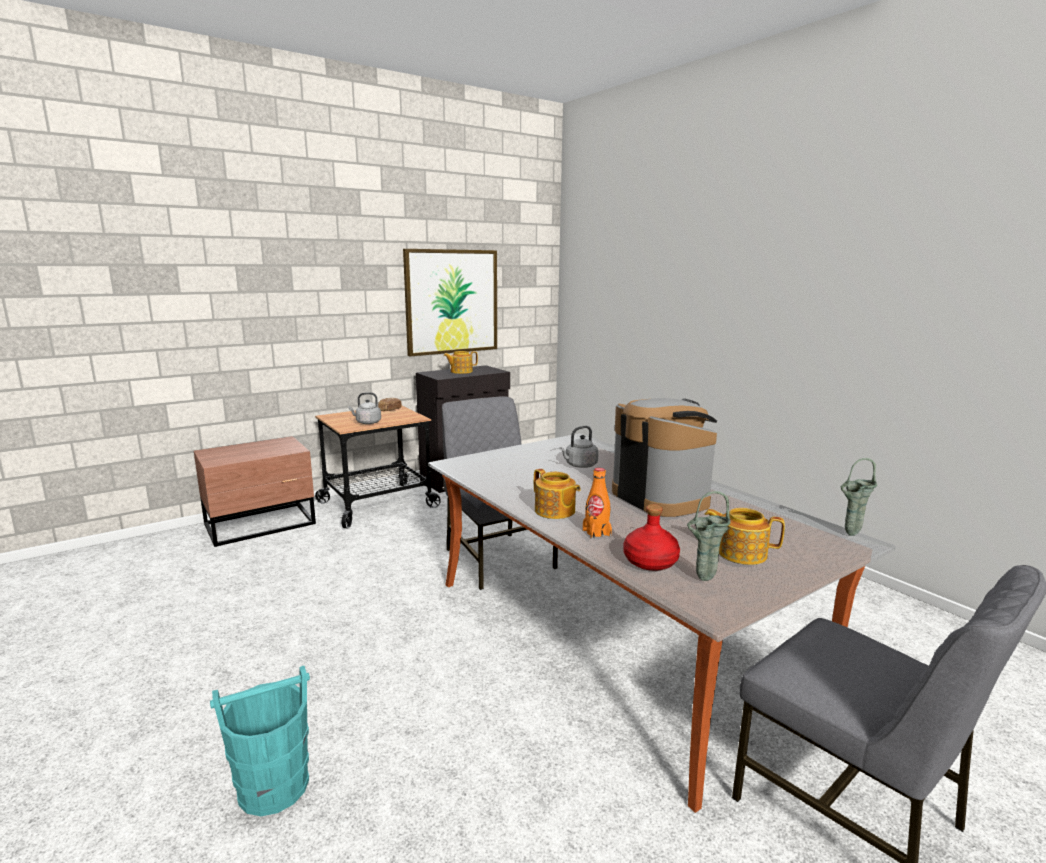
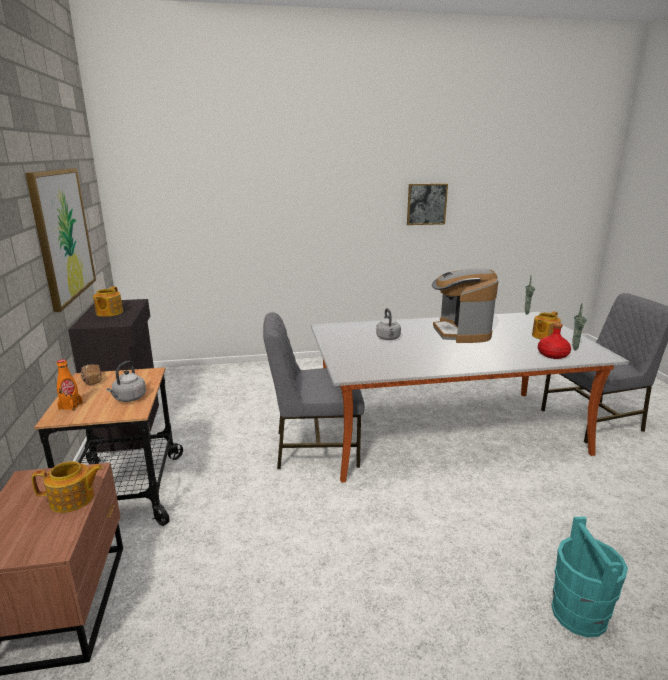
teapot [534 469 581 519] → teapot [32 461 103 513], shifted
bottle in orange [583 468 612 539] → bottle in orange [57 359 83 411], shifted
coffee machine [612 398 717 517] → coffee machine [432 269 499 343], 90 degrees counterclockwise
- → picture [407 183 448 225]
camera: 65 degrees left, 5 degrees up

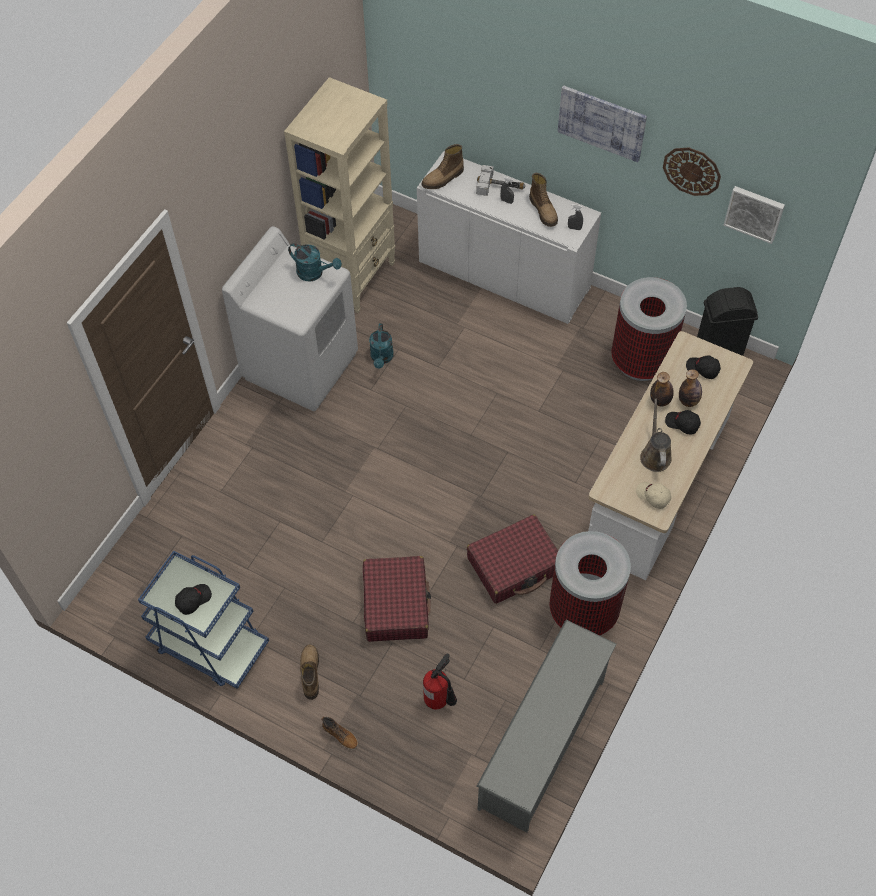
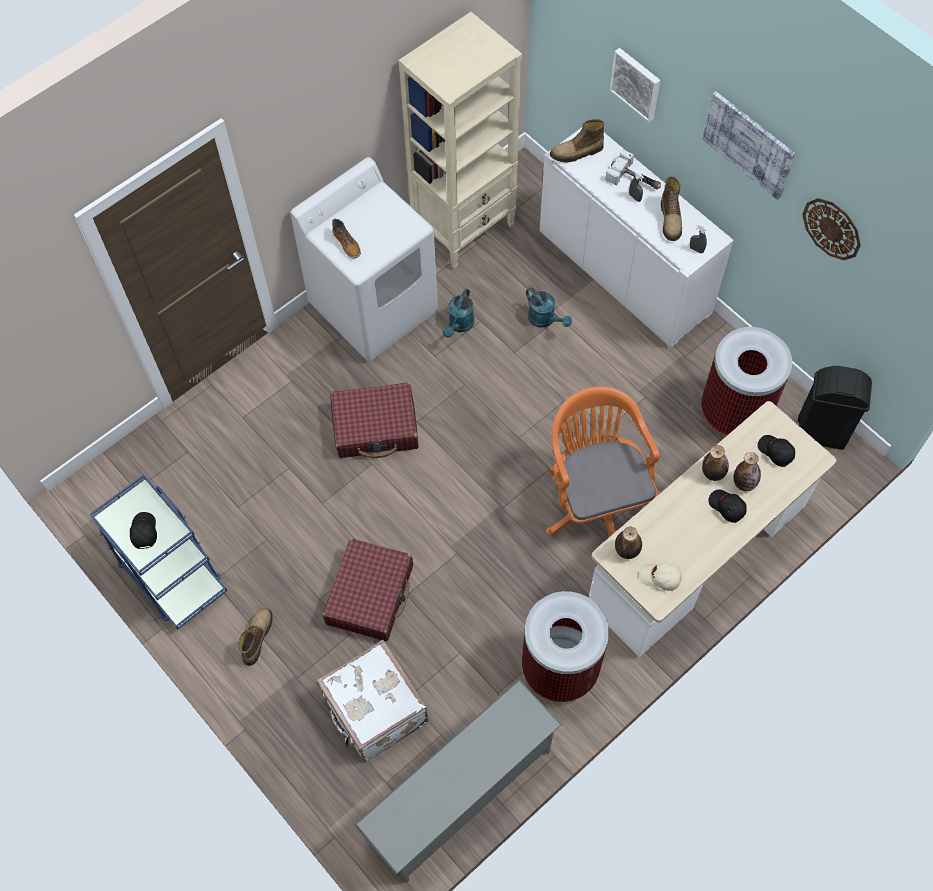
cap in black [175 584 212 615] → cap in black [130 512 157 549], 75 degrees counterclockwise
watering can in turquoise [288 243 342 281] → watering can in turquoise [526 288 572 328], shifted
boot [321 717 358 750] → boot [332 219 361 258], shifted
fire extinguisher [423 653 457 709] → suitcase in white [317 640 429 762]
suitcase in red [467 514 558 604] → suitcase in red [330 383 419 458], shifted
cap in beige [636 482 671 509] → cap in beige [640 563 682 591], 45 degrees counterclockwise
watering can in brown [640 399 672 472] → -
picture [724 186 785 244] → picture [610 48 660 122], shifted
- → office chair in orange [546 386 660 536]
- → bottle [615 526 642 559]
camera: 20 degrees right, 5 degrees up

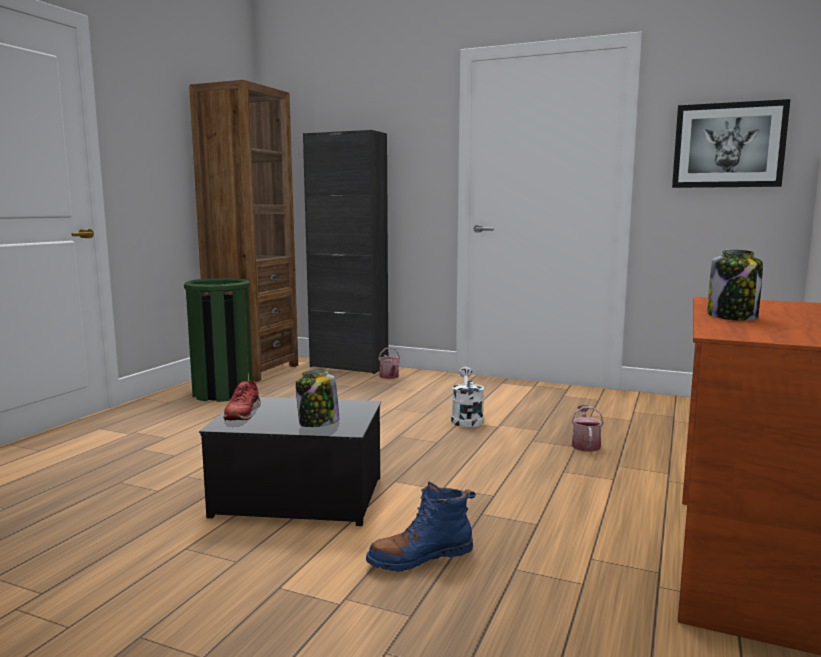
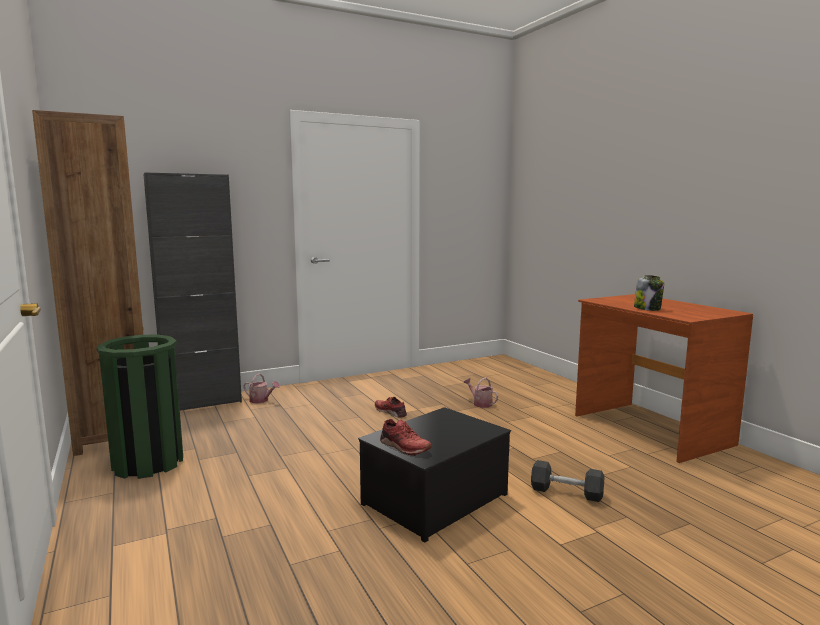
jar [296 370 339 427] → -
boot in blue [366 482 476 572] → dumbbell in grey [531 460 605 502]
watering can in white [451 367 484 427] → shoe in red [375 397 407 418]
picture [672 99 790 188] → -
camera: 50 degrees left, 0 degrees up

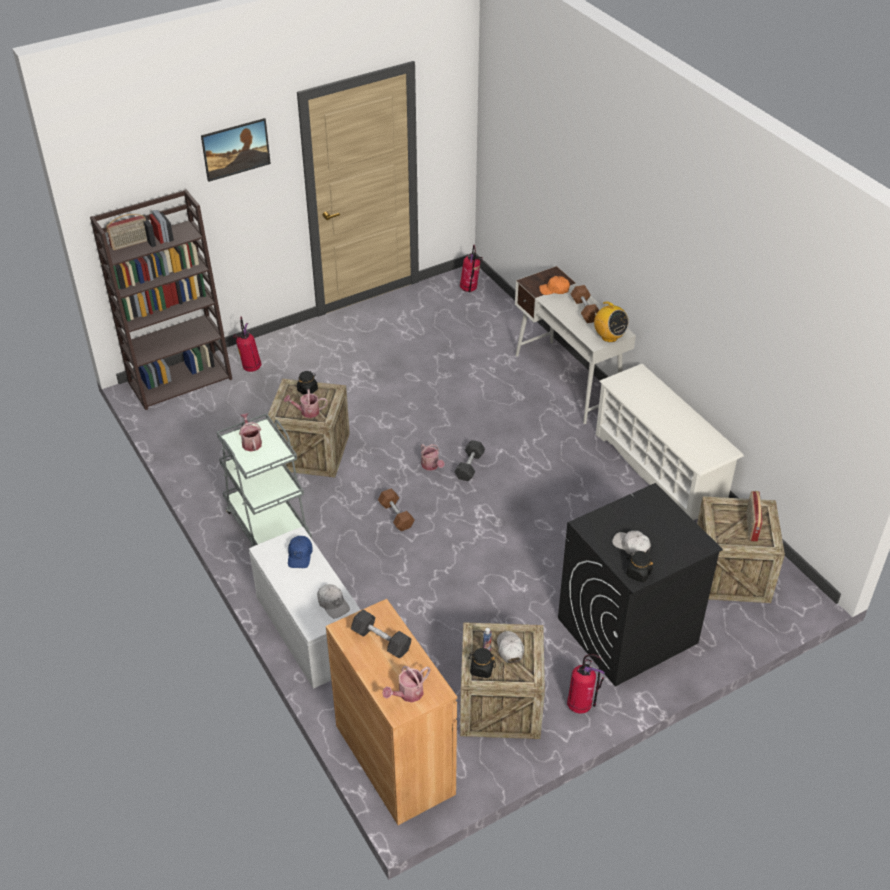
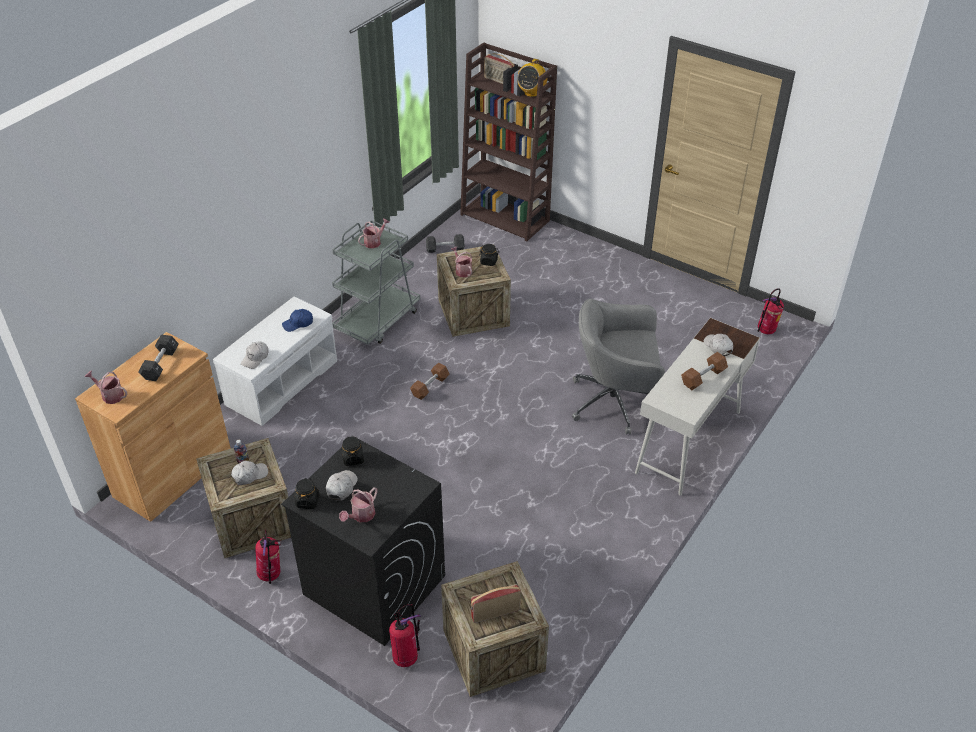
picture [201 118 271 182] → -
fire extinguisher [233 317 261 372] → fire extinguisher [389 604 421 667], shifted
watering can [421 444 444 471] → watering can [339 487 378 522], shifted
dumbbell in black [454 440 485 481] → dumbbell in black [426 234 465 253], shifted
jar in black [468 648 496 678] → jar in black [342 436 364 466], shifted
cap in orange [539 276 570 295] → cap in white [704 334 733 357]
radio [594 302 629 342] → radio [518 59 547 97], shifted
shoe rack in white [596 364 744 520] → -
- → office chair in grey [572 299 665 435]
camera: 65 degrees right, 0 degrees up

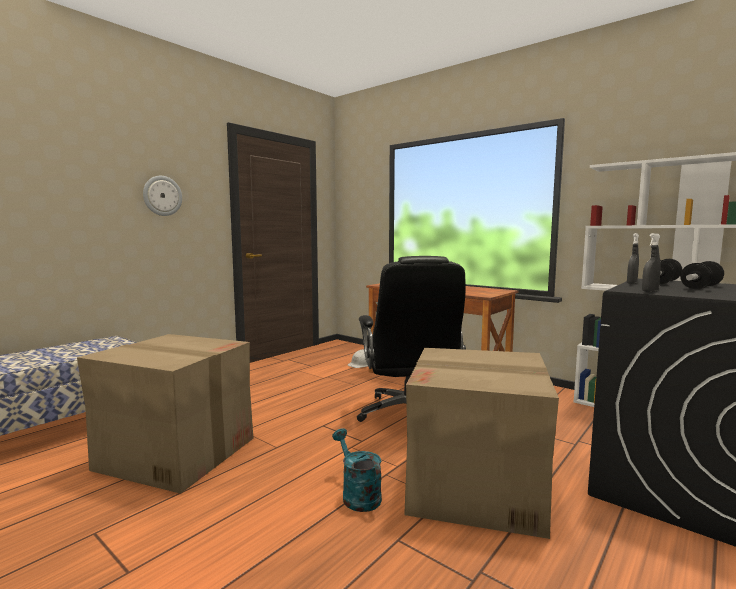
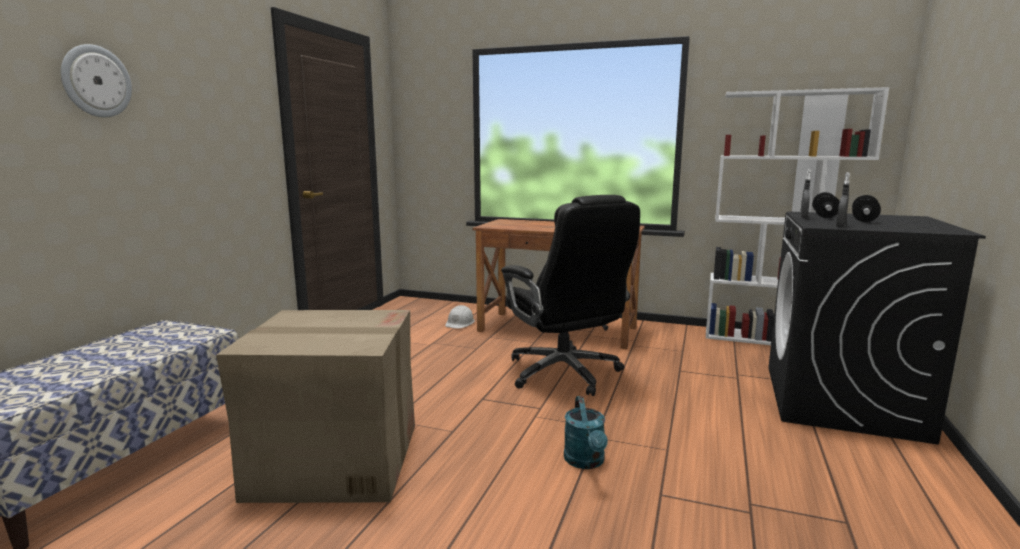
wall clock [143 176 182 216] → wall clock [61 44 132 117], shifted
watering can in turquoise [332 428 382 512] → watering can in turquoise [564 396 608 469], 135 degrees counterclockwise
cardboard box [404 348 559 539] → -
camera: 20 degrees left, 5 degrees up

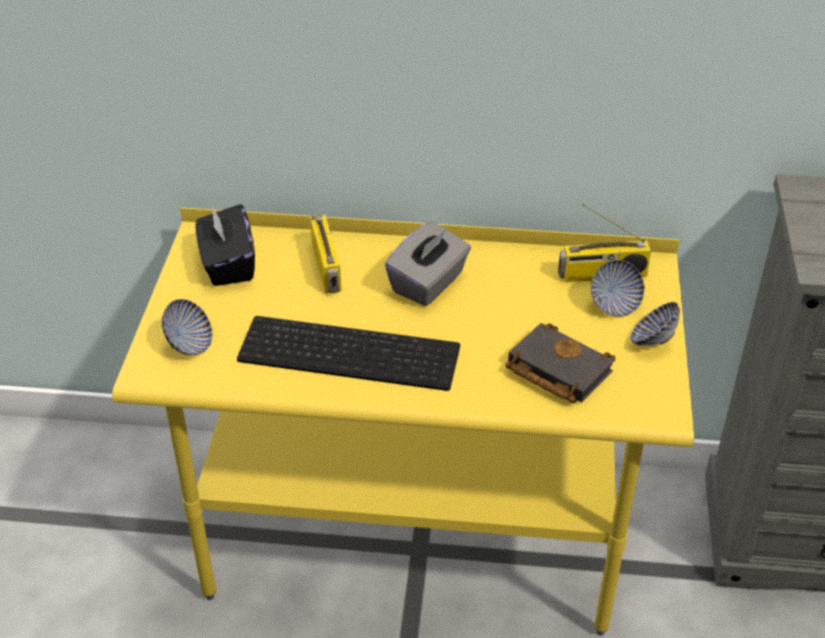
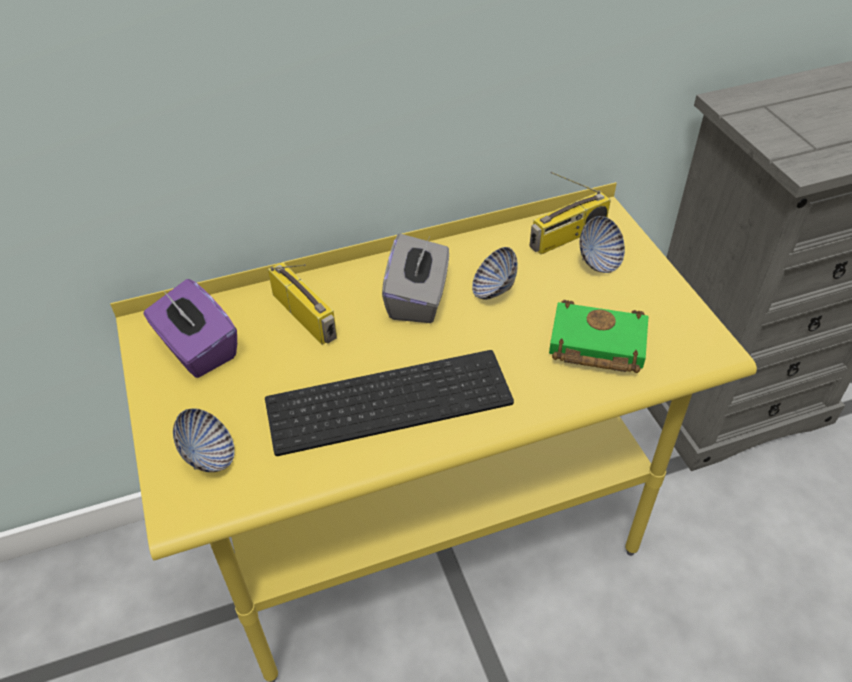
tissue box in black [195 204 255 286] → tissue box in purple [143 279 237 378]
book in black [505 323 616 404] → book in green [549 300 648 373]
bowl [630 302 680 346] → bowl [472 247 517 300], shifted
camera: 25 degrees left, 5 degrees up

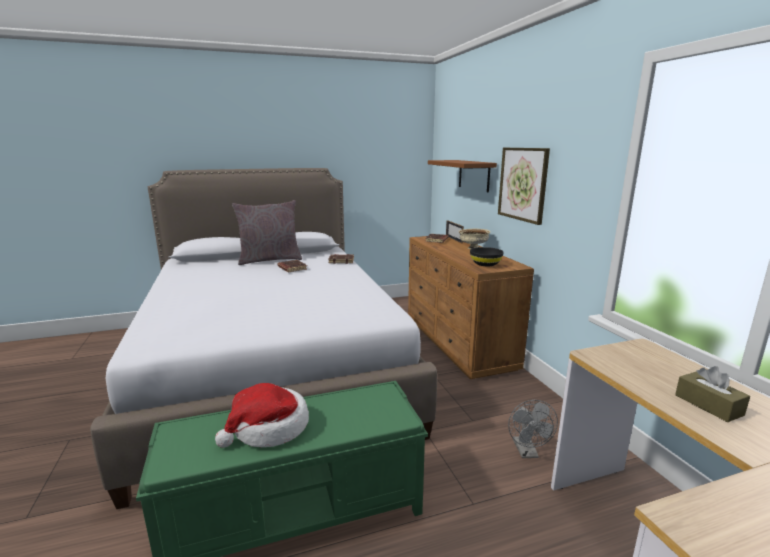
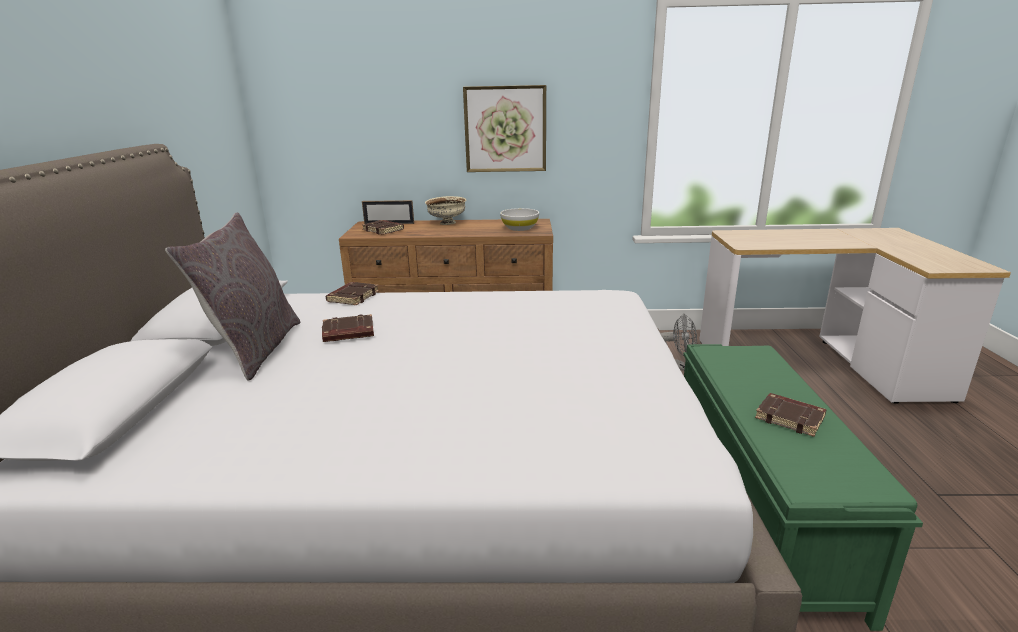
hat [215 383 309 448] → book in brown [755 393 826 437]
shelf in brown [428 160 497 193] → -
bowl in black [470 247 504 266] → bowl in white [500 208 539 231]
tissue box in brown [675 366 750 422] → -
camera: 70 degrees left, 5 degrees up

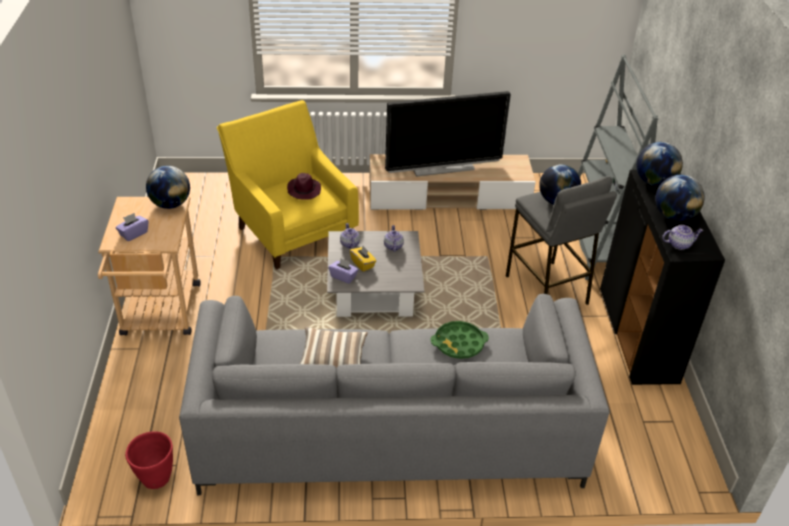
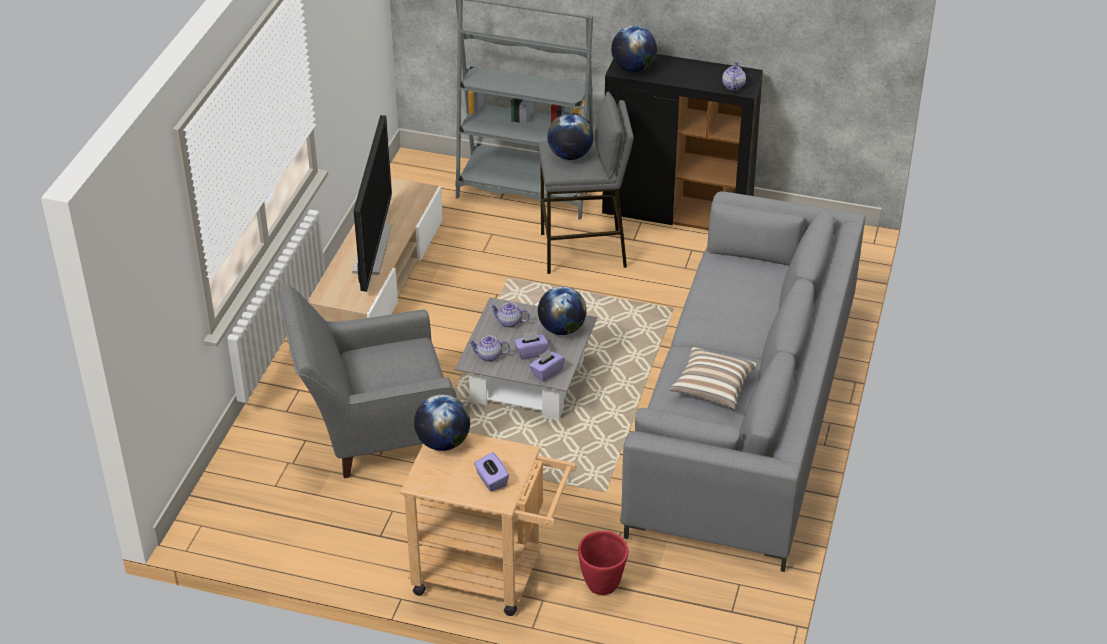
planter in red [125 431 173 489] → planter in red [578 531 628 595], shifted
armchair in yellow [217 100 359 269] → armchair in grey [276 285 457 478]
hat in purple [287 173 321 200] → -
tissue box in yellow [350 246 376 272] → tissue box in purple [514 331 549 360]
tray in green [430 321 489 359] → -
globe [655 175 705 221] → globe [538 286 587 335], shifted
camera: 70 degrees left, 0 degrees up

